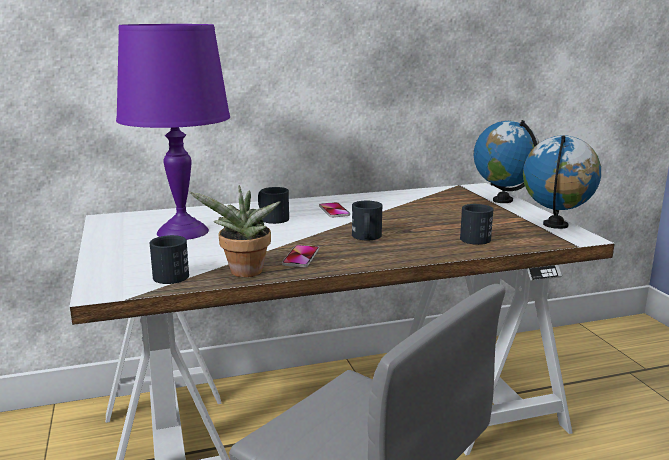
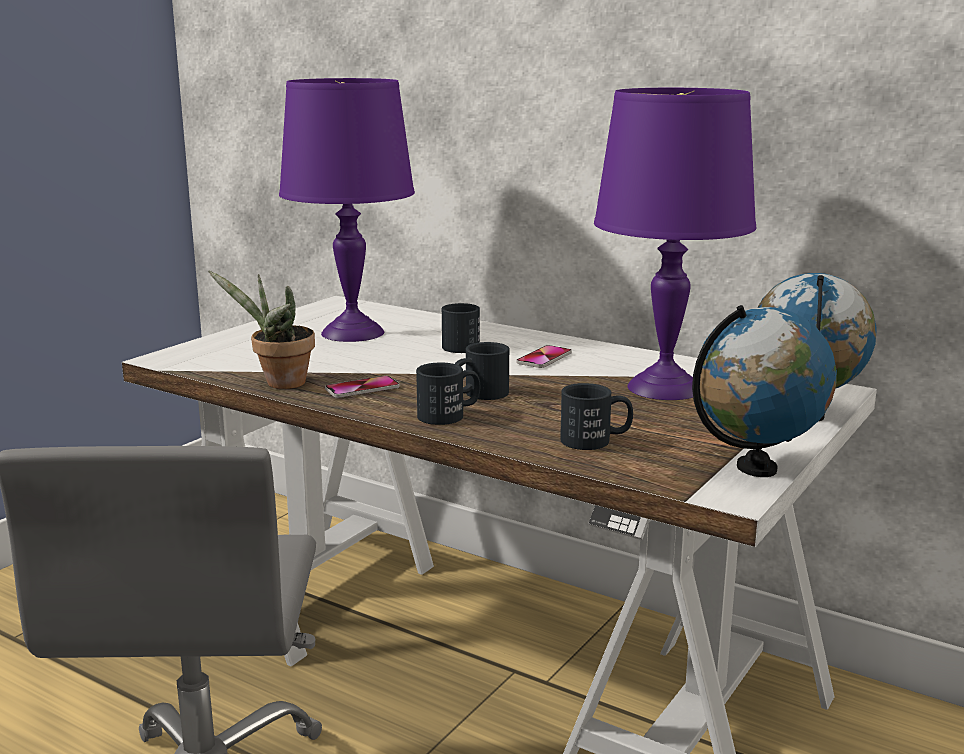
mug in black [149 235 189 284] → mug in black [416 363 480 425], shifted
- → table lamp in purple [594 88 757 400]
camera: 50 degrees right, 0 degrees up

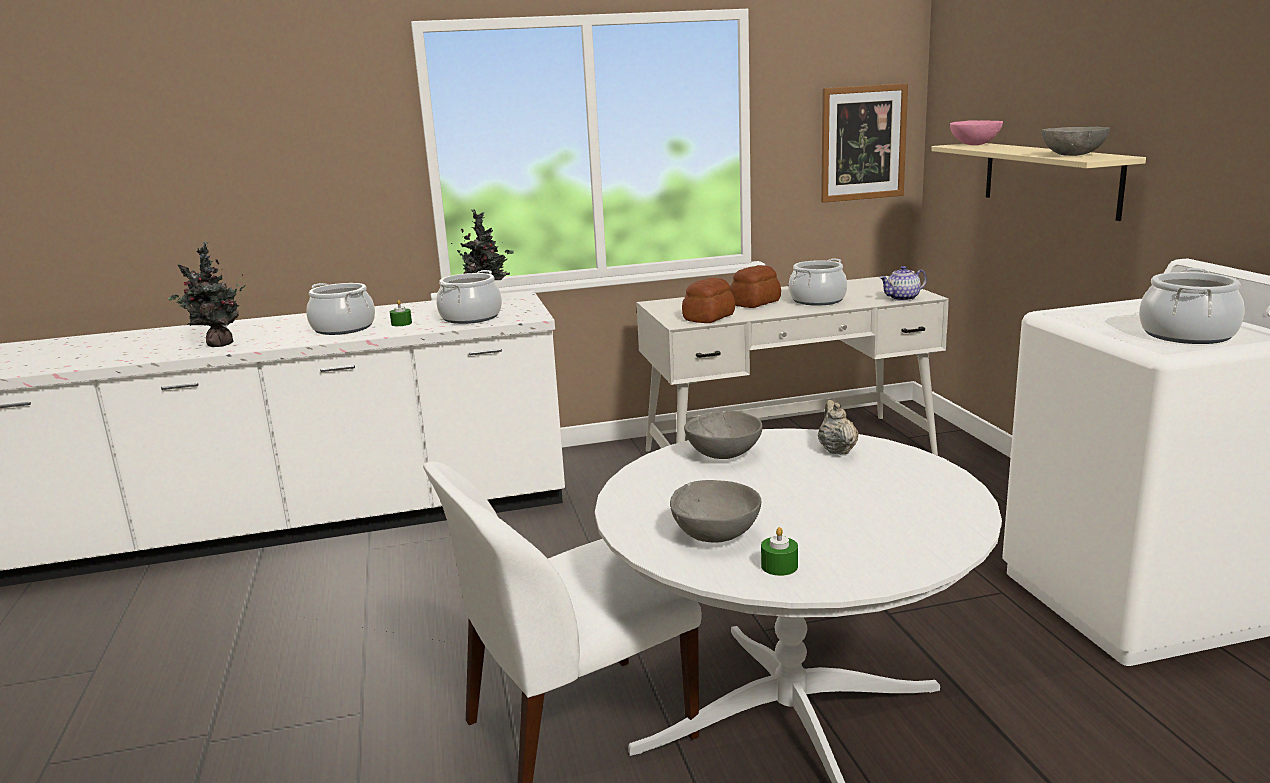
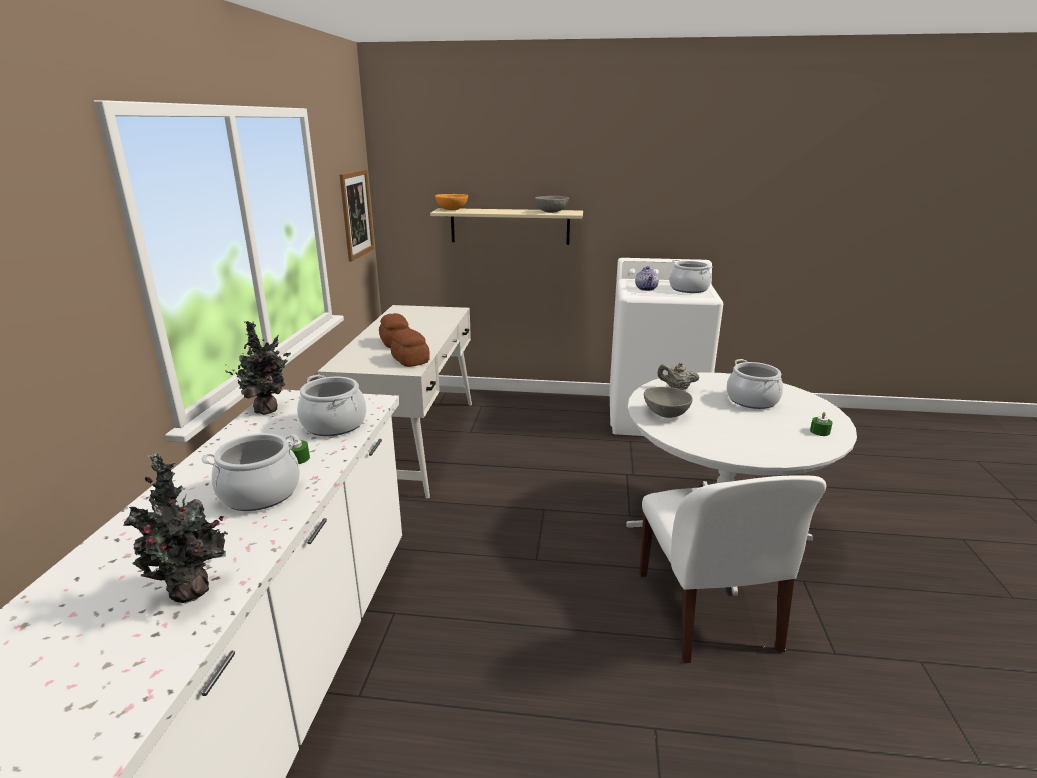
bowl in grey [670 480 761 543] → -
cooking pot [789 258 847 306] → cooking pot [726 359 783 409], shifted
teapot [880 266 927 301] → teapot [635 266 659 291], shifted
bowl in pink [950 120 1003 145] → bowl in orange [435 194 468 210]
camera: 70 degrees left, 5 degrees up

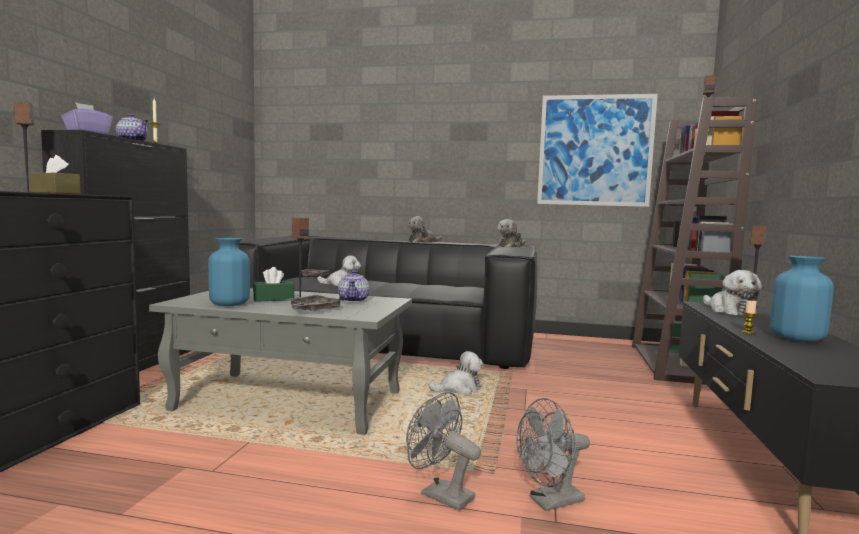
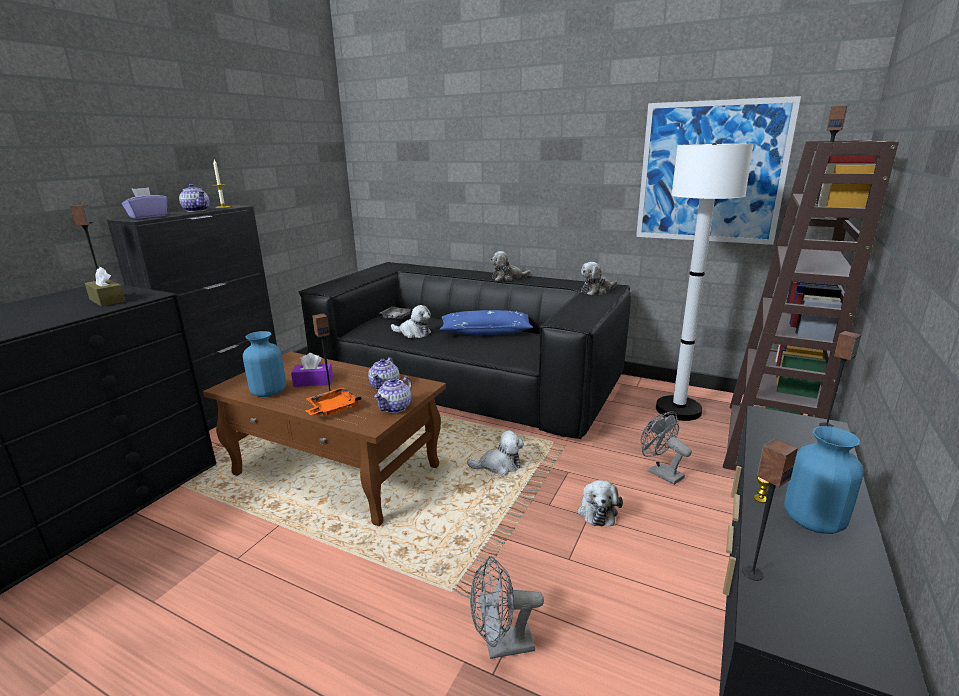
coffee table in grey [149 288 412 435] → coffee table in brown [203 352 446 526]
tissue box in green [253 267 295 302] → tissue box in purple [291 353 333 387]
tray in grey [286 295 344 311] → tray in orange [305 387 361 416]
fan in grey [406 392 481 511] → fan in grey [641 411 692 485], shifted
plush toy [703 270 762 316] → plush toy [577 480 623 526], shifted
- → teapot [374 376 412 413]
- → pillow in blue [439 310 533 335]
- → floor lamp in white [656 143 754 421]
- → speaker [742 439 798 581]
camera: 15 degrees right, 15 degrees up

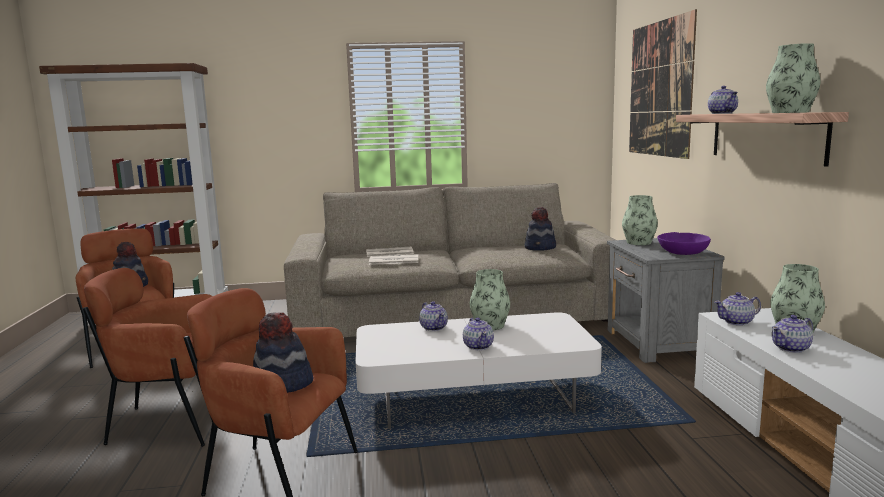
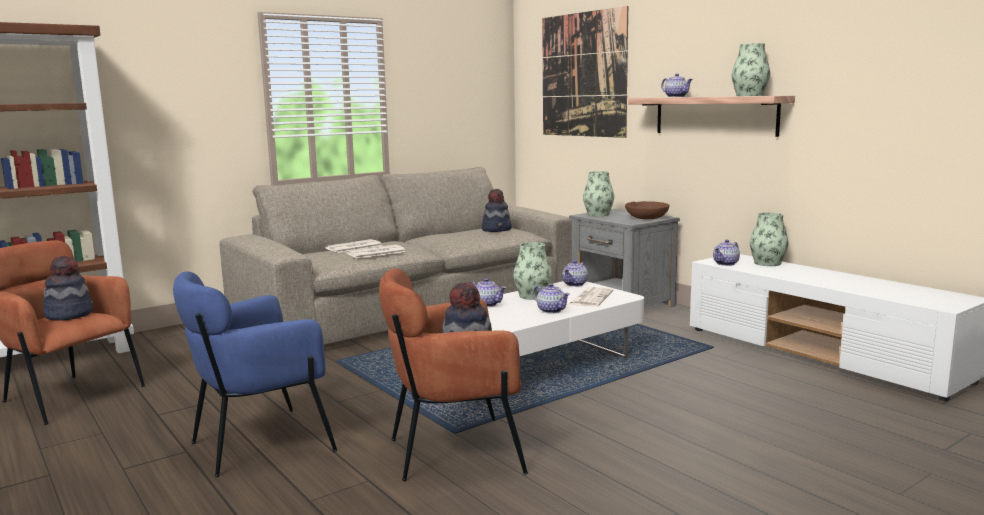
armchair in brown [83 268 212 447] → armchair in blue [173 271 337 477]
bowl in purple [657 232 711 255] → bowl in brown [625 201 669 220]
teapot [772 315 813 353] → teapot [562 260 588 287], shifted
- → newspaper [569 287 613 307]
camera: 30 degrees left, 0 degrees up

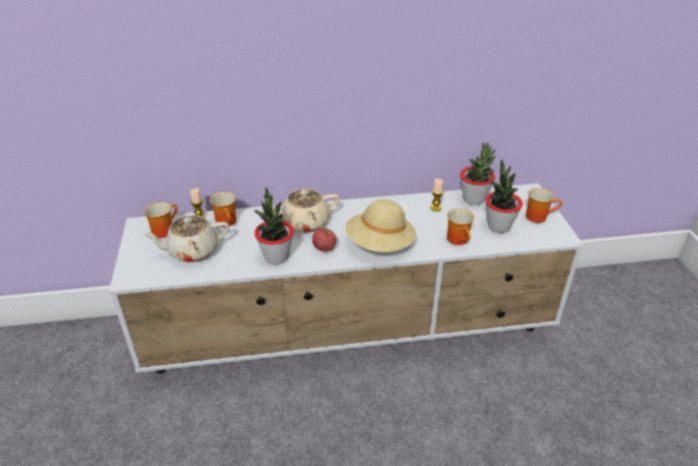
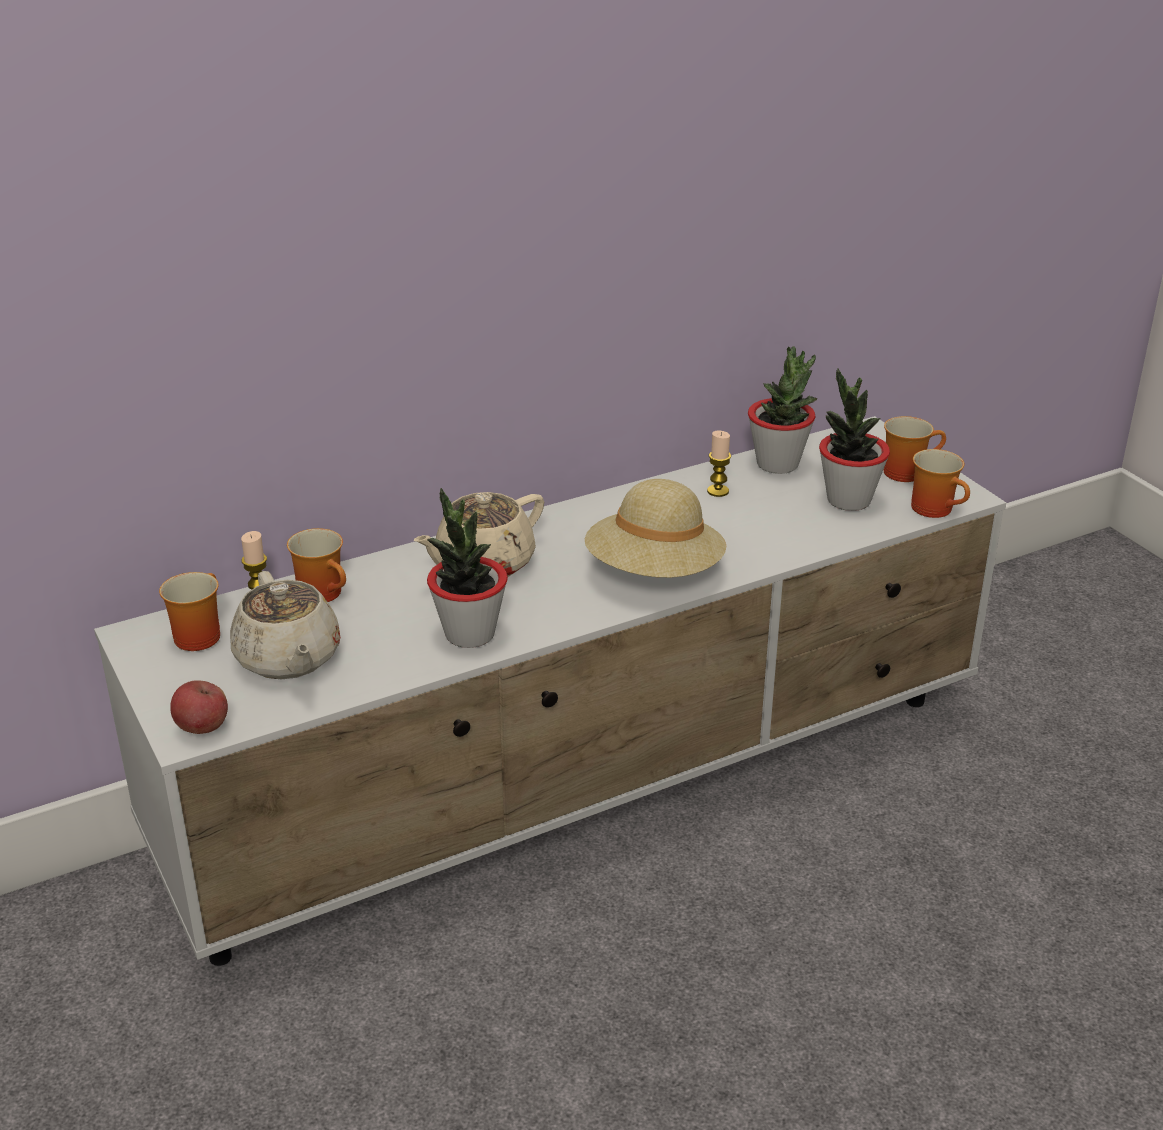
teapot in beige [143 215 229 262] → teapot in beige [230 571 340 680], 75 degrees counterclockwise
apple [312 228 336 252] → apple [170 680 228 734], shifted
mug [447 208 474 245] → mug [911 449 970 518], shifted
camera: 20 degrees left, 5 degrees down

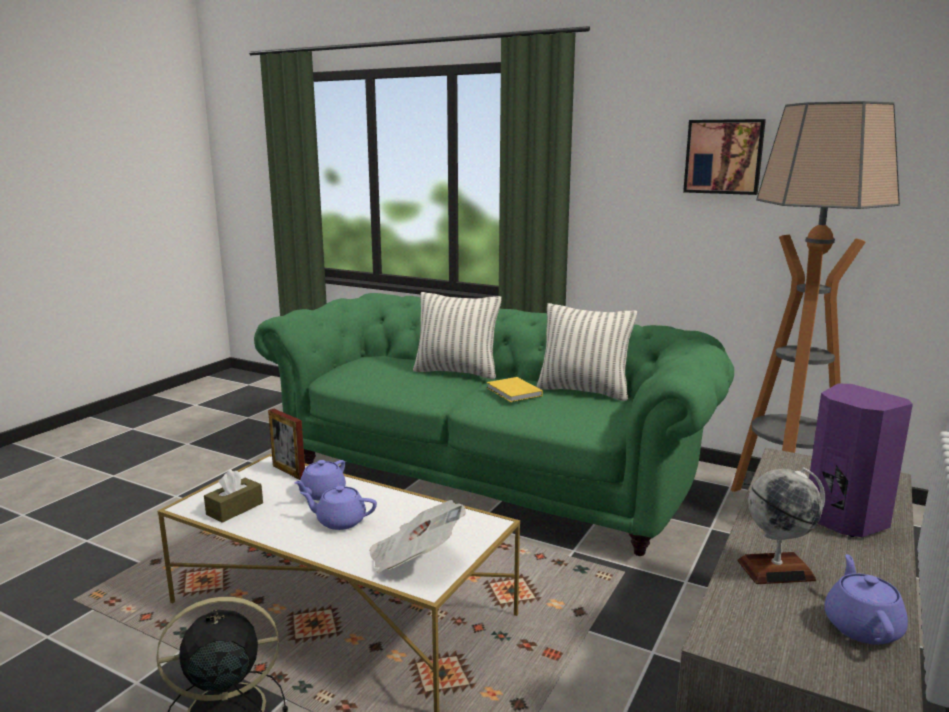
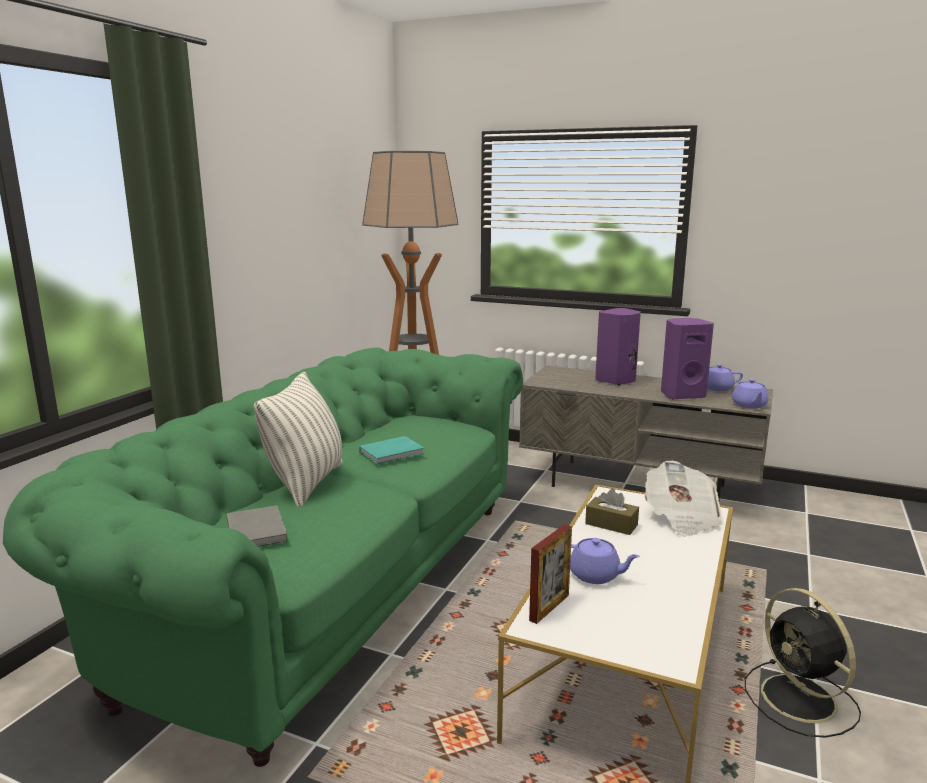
tissue box in brown [204 469 263 523] → tissue box in brown [585 489 639 535], shifted
teapot in purple [300 486 377 530] → teapot in purple [732 379 769 408], shifted
book in yellow [487 377 543 402] → book in turquoise [359 436 424 465]
pillow [536 303 637 401] → -
picture [683 119 766 195] → -
globe [738 467 825 584] → speaker in purple [661 318 714 400]
- → book in grey [227 505 288 547]
camera: 95 degrees left, 0 degrees up

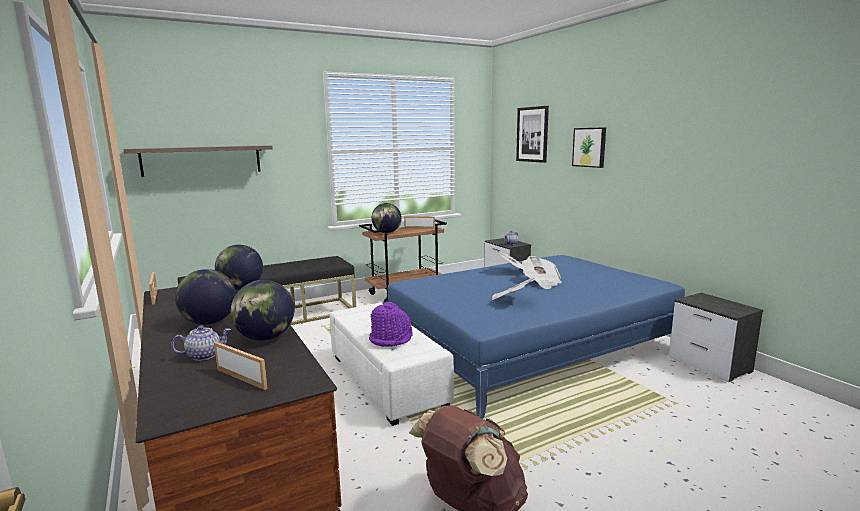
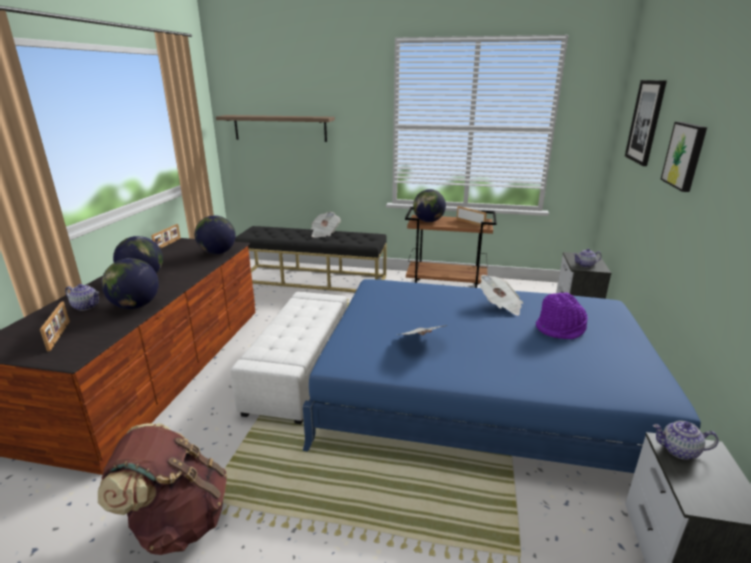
hat in purple [369 302 413 347] → hat in purple [536 292 588 339], shifted
newspaper [522 256 562 289] → newspaper [311 212 341 238], shifted
- → teapot [653 421 719 460]
camera: 40 degrees right, 10 degrees up

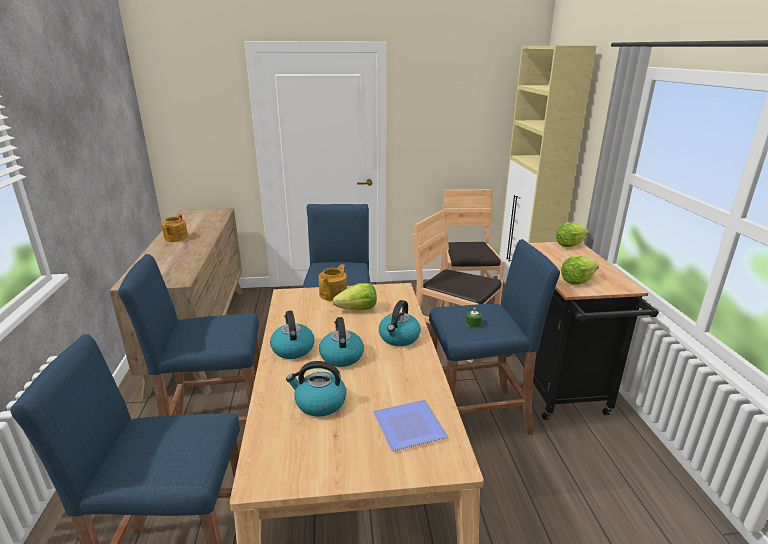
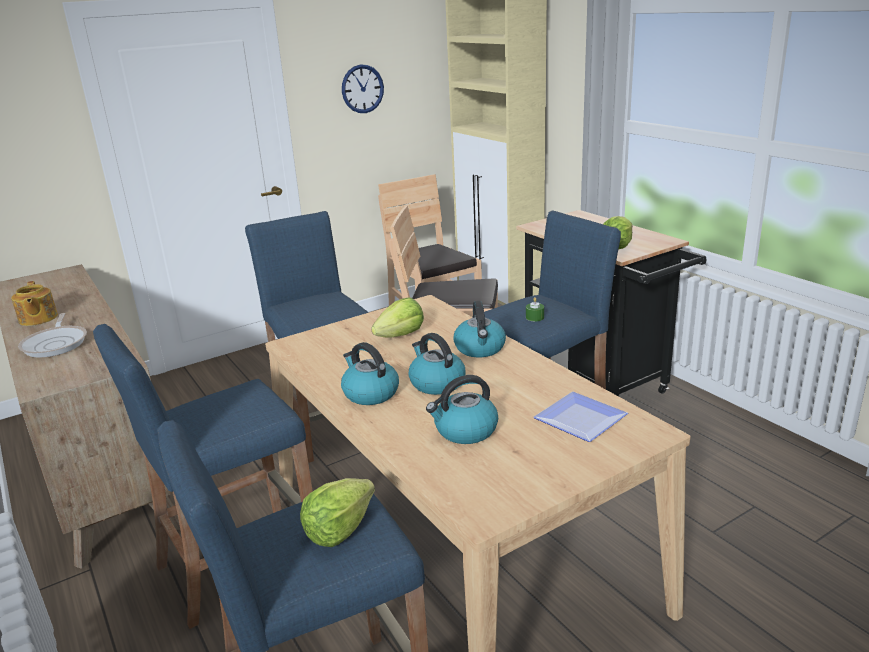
teapot [319 264 347 301] → -
lettuce [556 223 589 247] → lettuce [300 478 375 547], shifted
- → frying pan [18 313 87 358]
- → wall clock [342 64 384 113]
camera: 25 degrees left, 0 degrees up

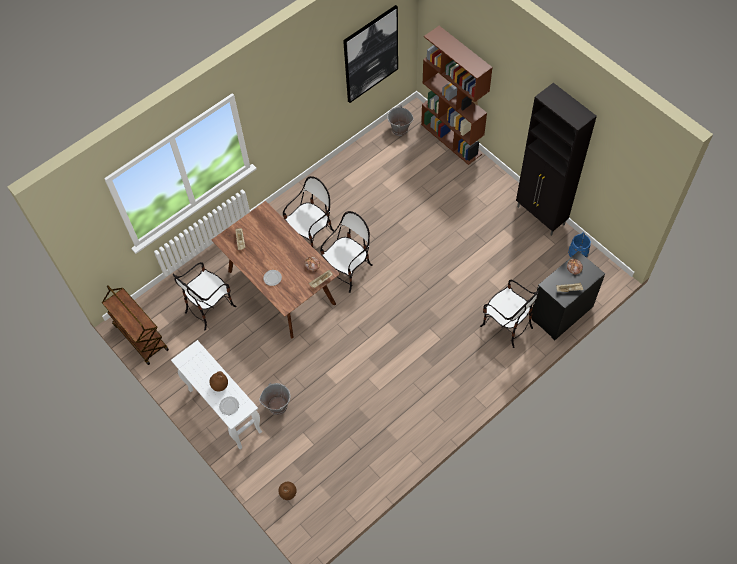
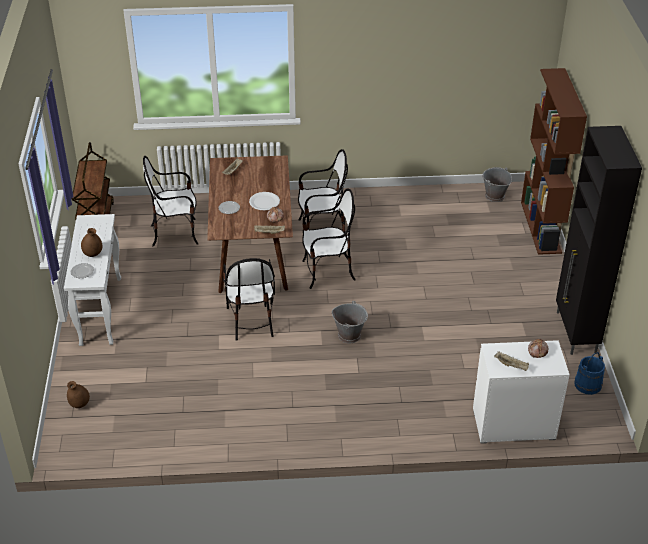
bucket in grey [259 383 291 415] → bucket in grey [332 301 368 343], shifted
picture [343 5 398 103] → -
chair [480 280 539 348] → chair [223 258 275 341], shifted
dresser in black [531 251 605 340] → dresser in white [473 340 570 444]
- → plate in white [249 192 280 210]
camera: 35 degrees right, 20 degrees down

